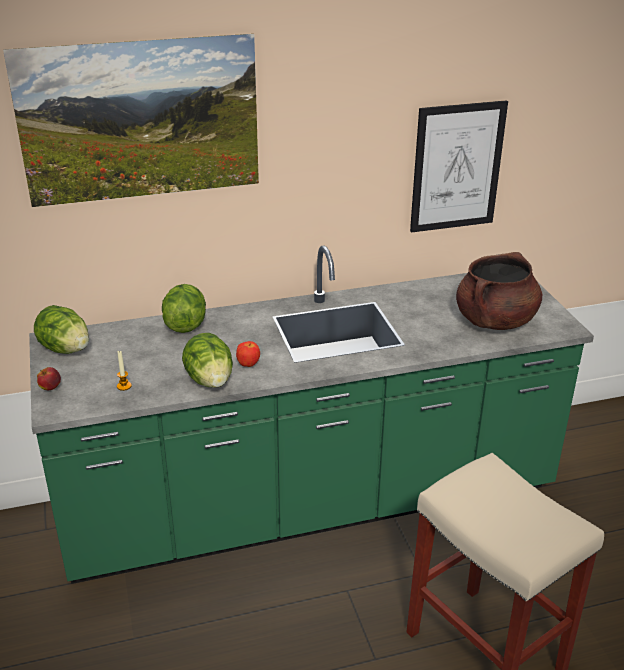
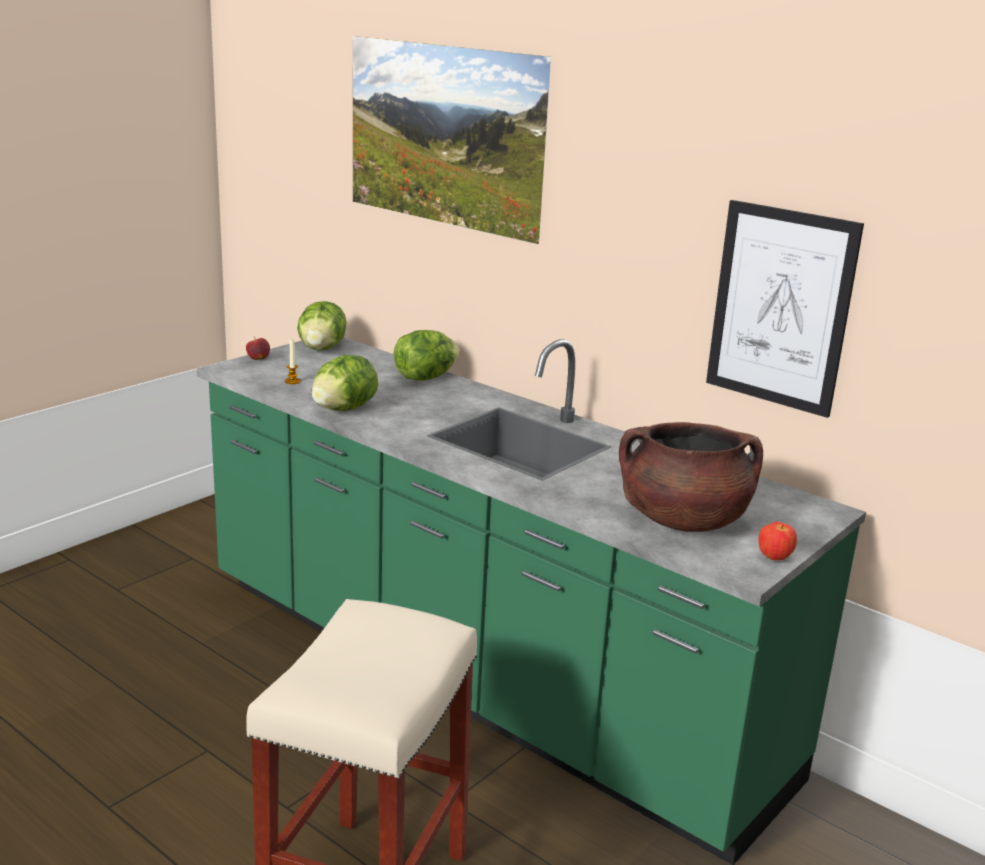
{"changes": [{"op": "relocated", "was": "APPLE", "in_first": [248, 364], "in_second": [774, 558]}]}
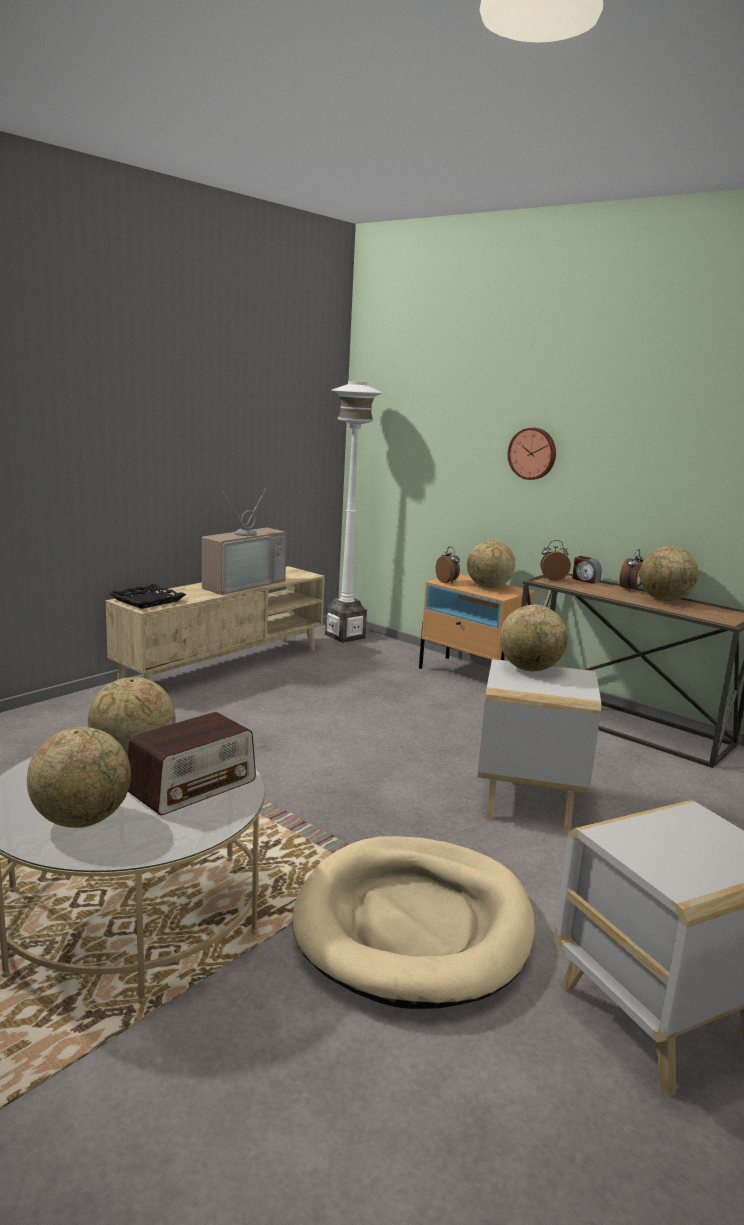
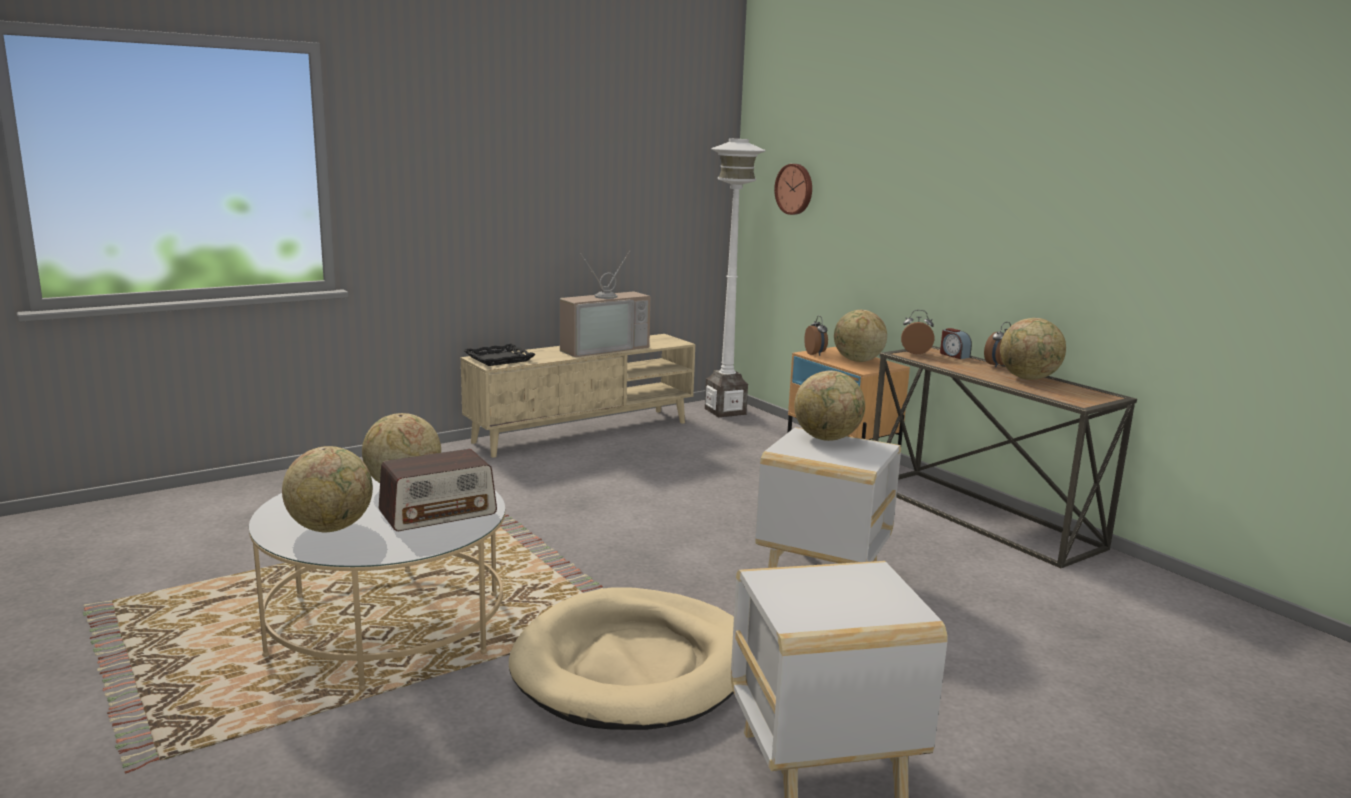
{"changes": [{"op": "relocated", "was": "WALL CLOCK", "in_first": [533, 453], "in_second": [795, 189]}]}
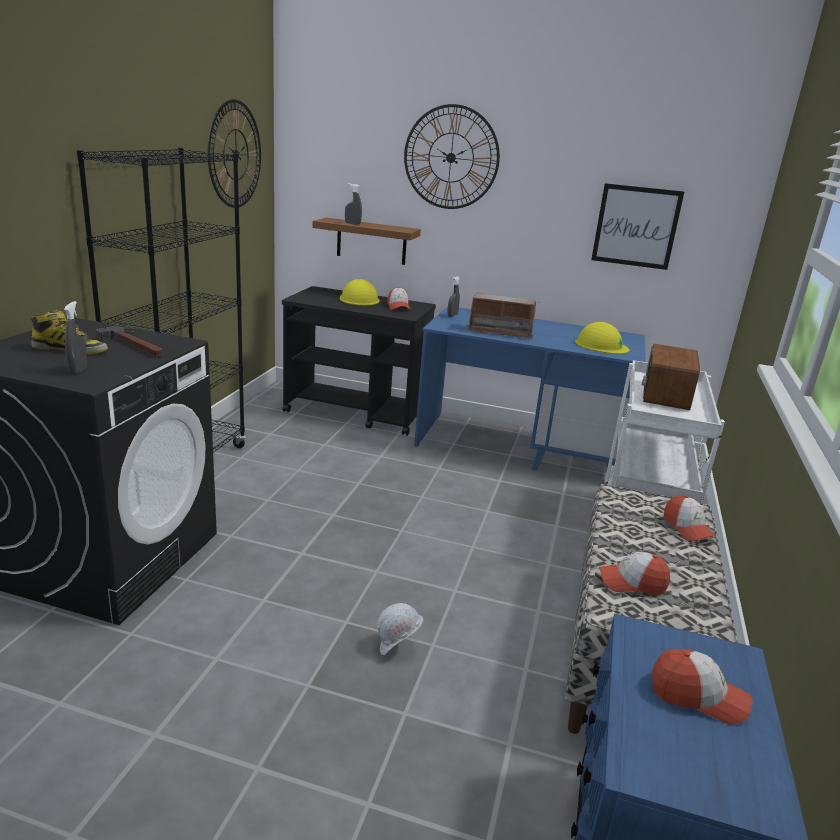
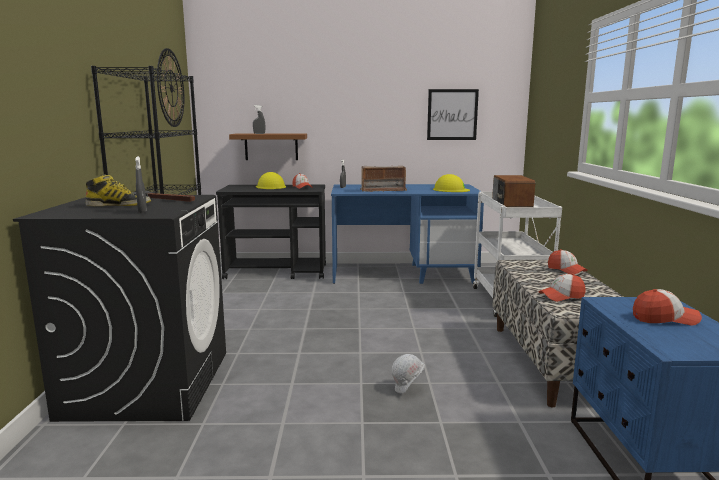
{"changes": [{"op": "missing", "was": "WALL CLOCK", "in_first": [451, 157]}]}
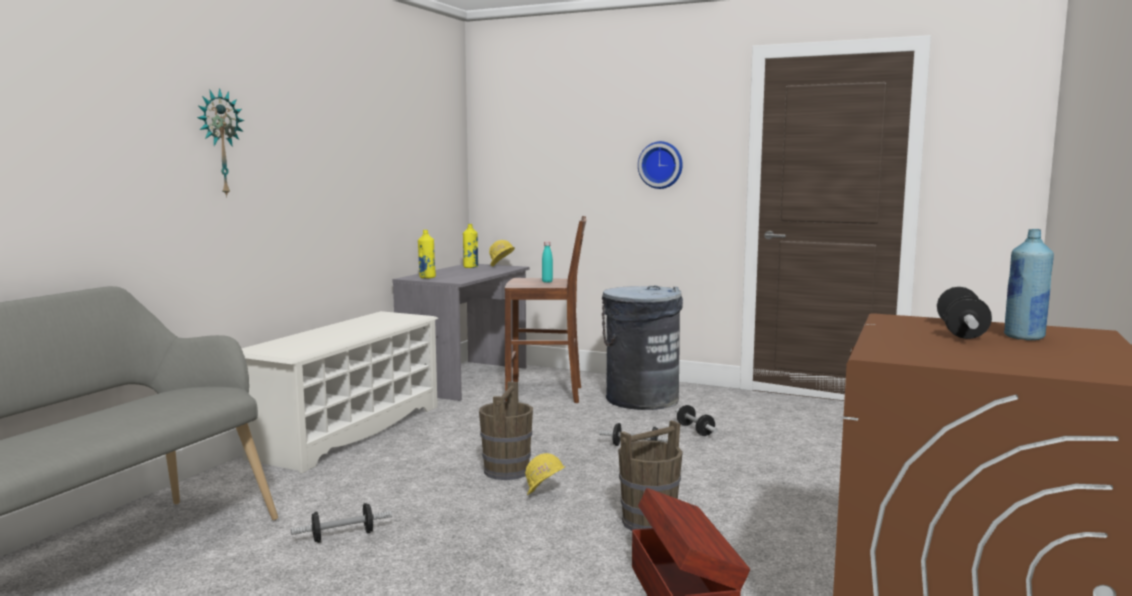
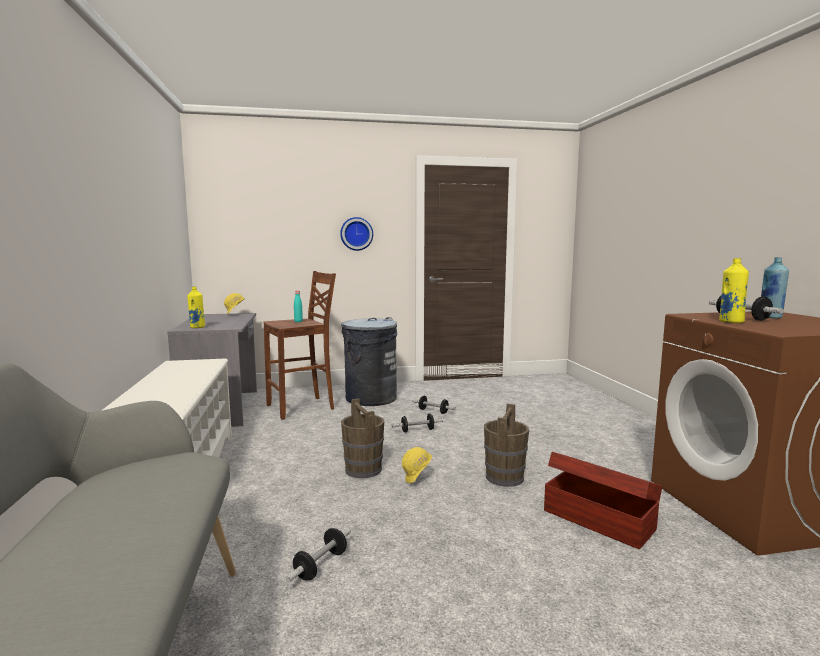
{"changes": [{"op": "missing", "was": "WALL CLOCK", "in_first": [219, 143]}, {"op": "relocated", "was": "YELLOW BOTTLE", "in_first": [470, 267], "in_second": [731, 322]}]}
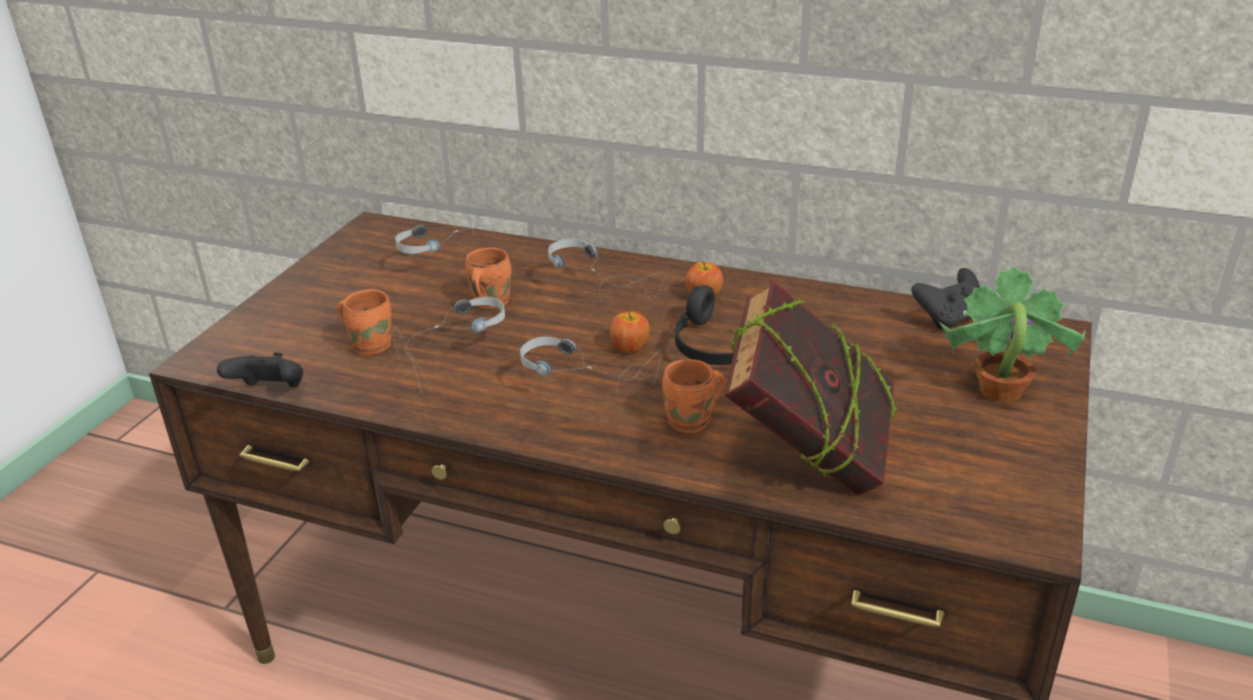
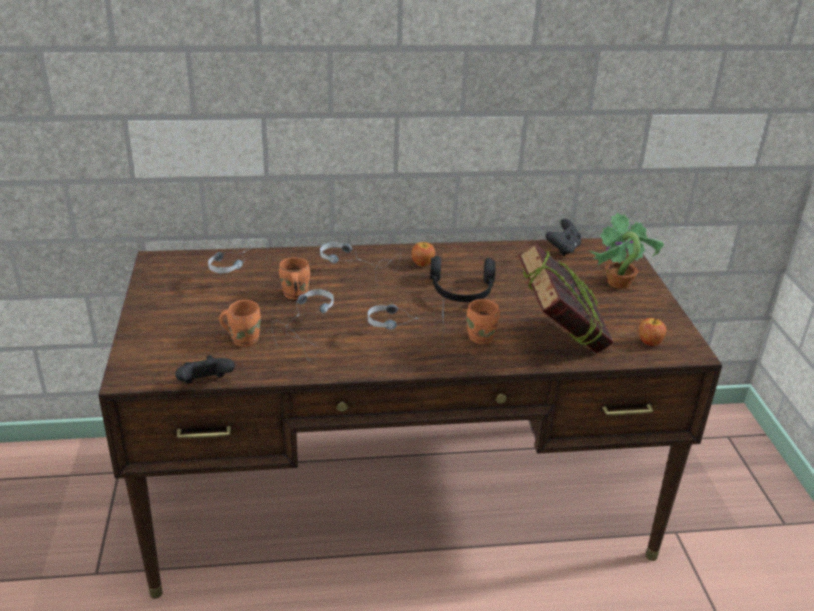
{"changes": [{"op": "relocated", "was": "APPLE", "in_first": [630, 347], "in_second": [649, 341]}]}
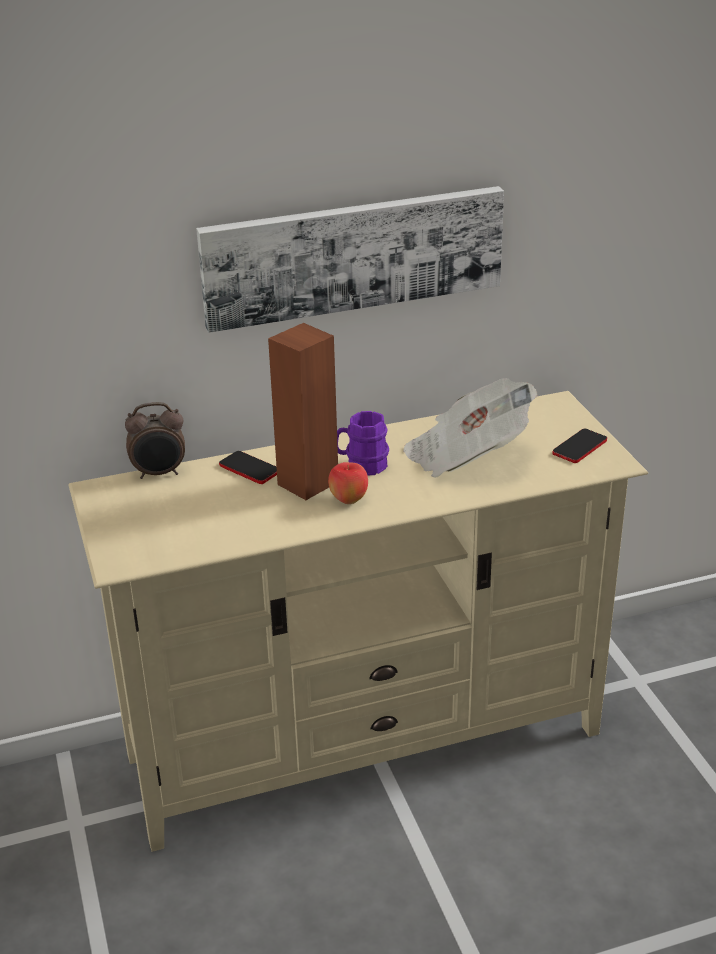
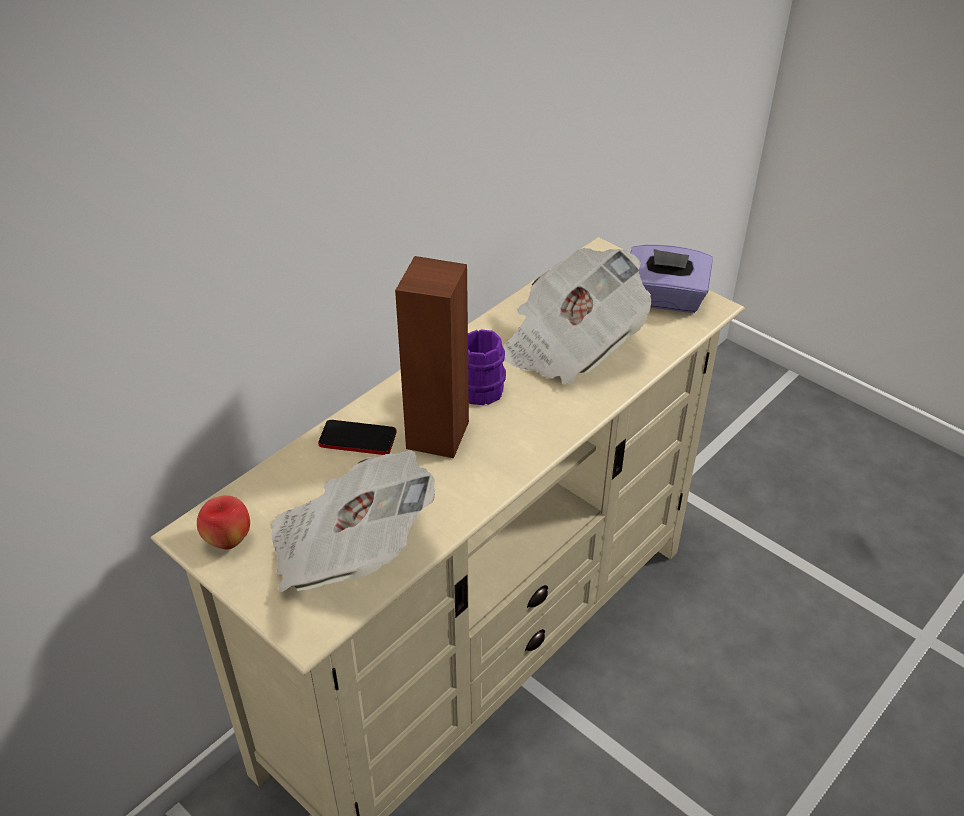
{"changes": [{"op": "missing", "was": "PICTURE", "in_first": [353, 255]}, {"op": "missing", "was": "ALARM CLOCK", "in_first": [159, 473]}, {"op": "exchanged", "was": "PHONE", "now": "PURPLE TISSUE BOX", "in_first": [579, 447], "in_second": [665, 299]}, {"op": "relocated", "was": "APPLE", "in_first": [349, 500], "in_second": [228, 540]}, {"op": "appeared", "now": "NEWSPAPER", "in_second": [349, 549]}]}
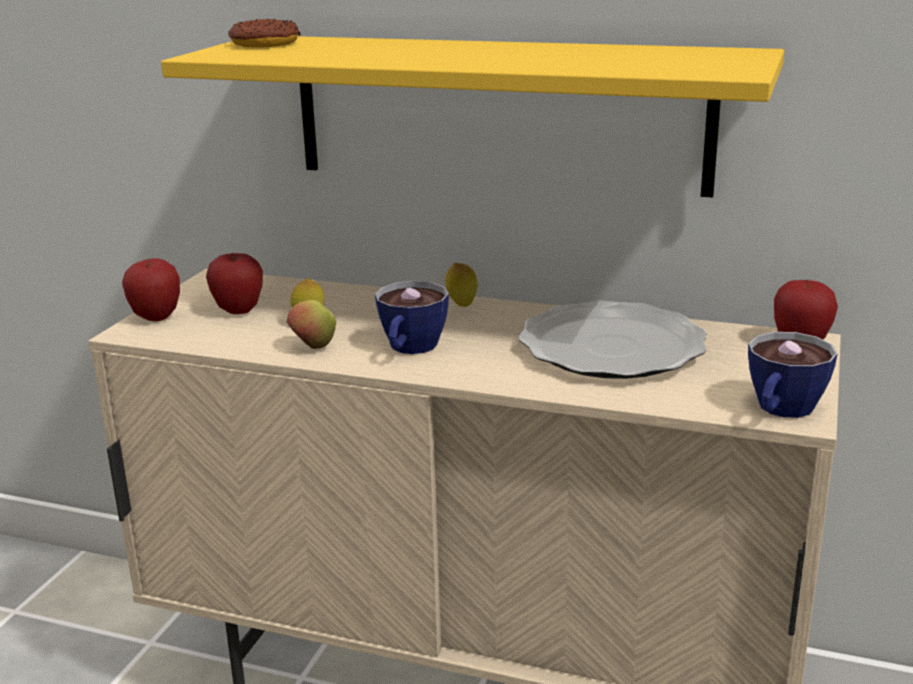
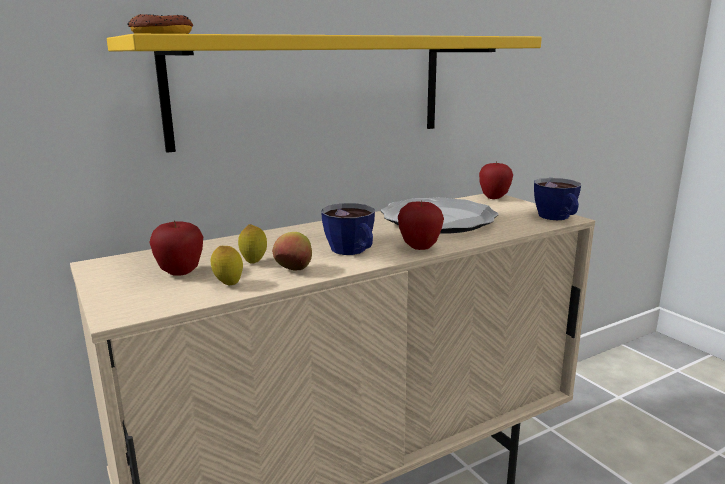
{"changes": [{"op": "relocated", "was": "APPLE", "in_first": [156, 317], "in_second": [419, 248]}, {"op": "relocated", "was": "LEMON", "in_first": [461, 305], "in_second": [228, 284]}]}
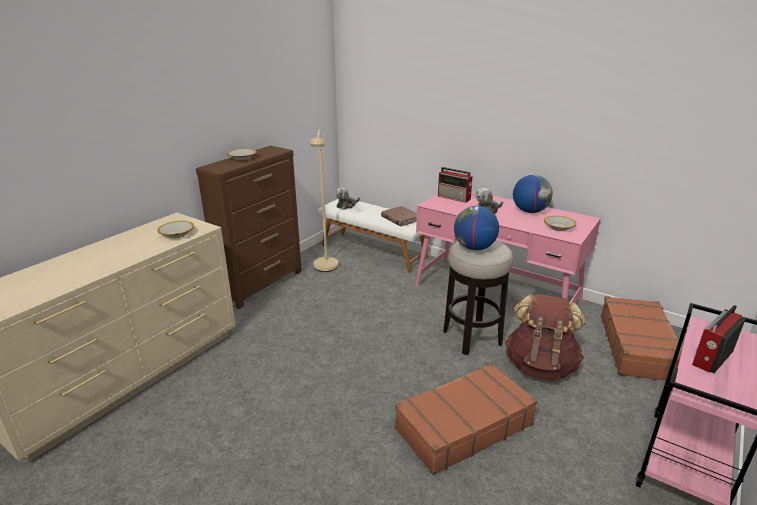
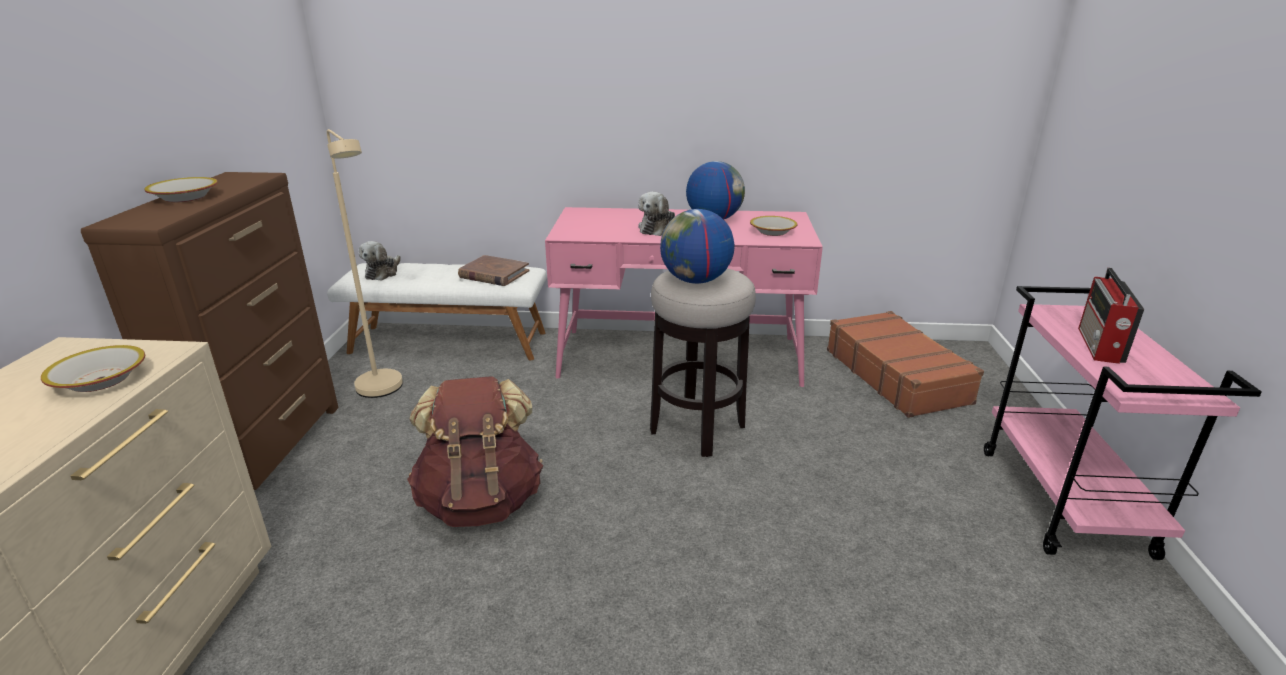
{"changes": [{"op": "missing", "was": "RADIO", "in_first": [454, 198]}, {"op": "relocated", "was": "BROWN BACKPACK", "in_first": [540, 366], "in_second": [481, 501]}, {"op": "missing", "was": "BROWN SUITCASE", "in_first": [463, 426]}]}
